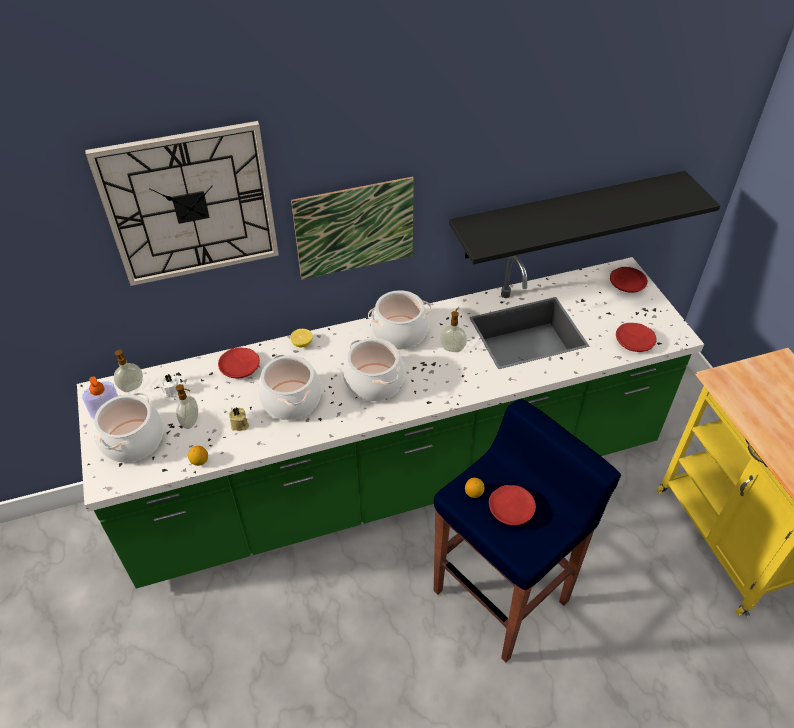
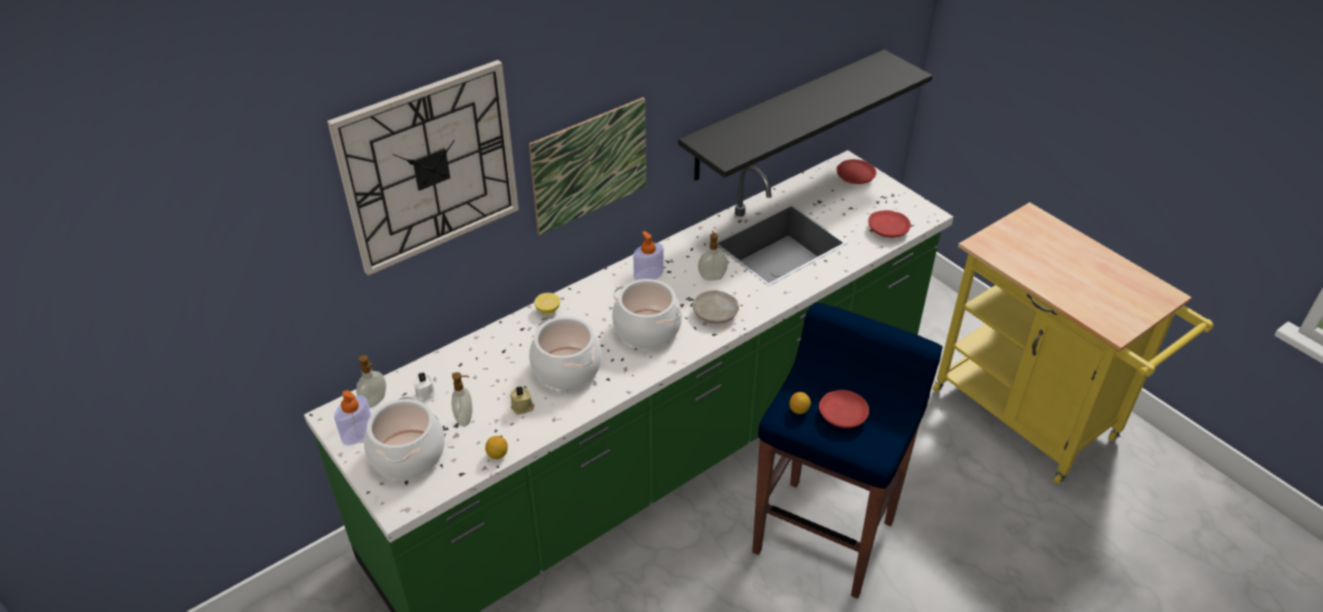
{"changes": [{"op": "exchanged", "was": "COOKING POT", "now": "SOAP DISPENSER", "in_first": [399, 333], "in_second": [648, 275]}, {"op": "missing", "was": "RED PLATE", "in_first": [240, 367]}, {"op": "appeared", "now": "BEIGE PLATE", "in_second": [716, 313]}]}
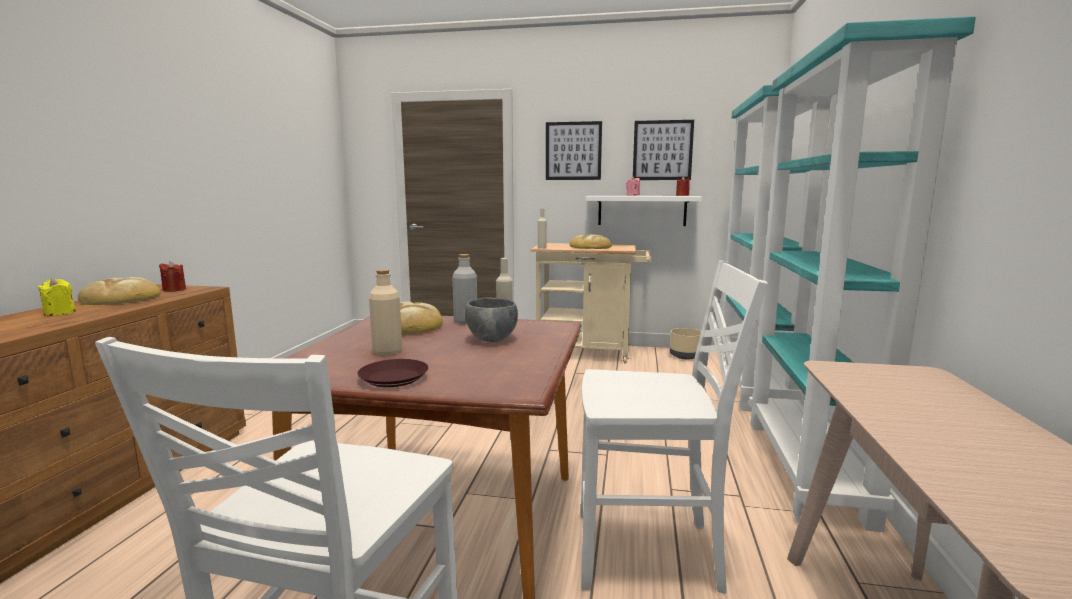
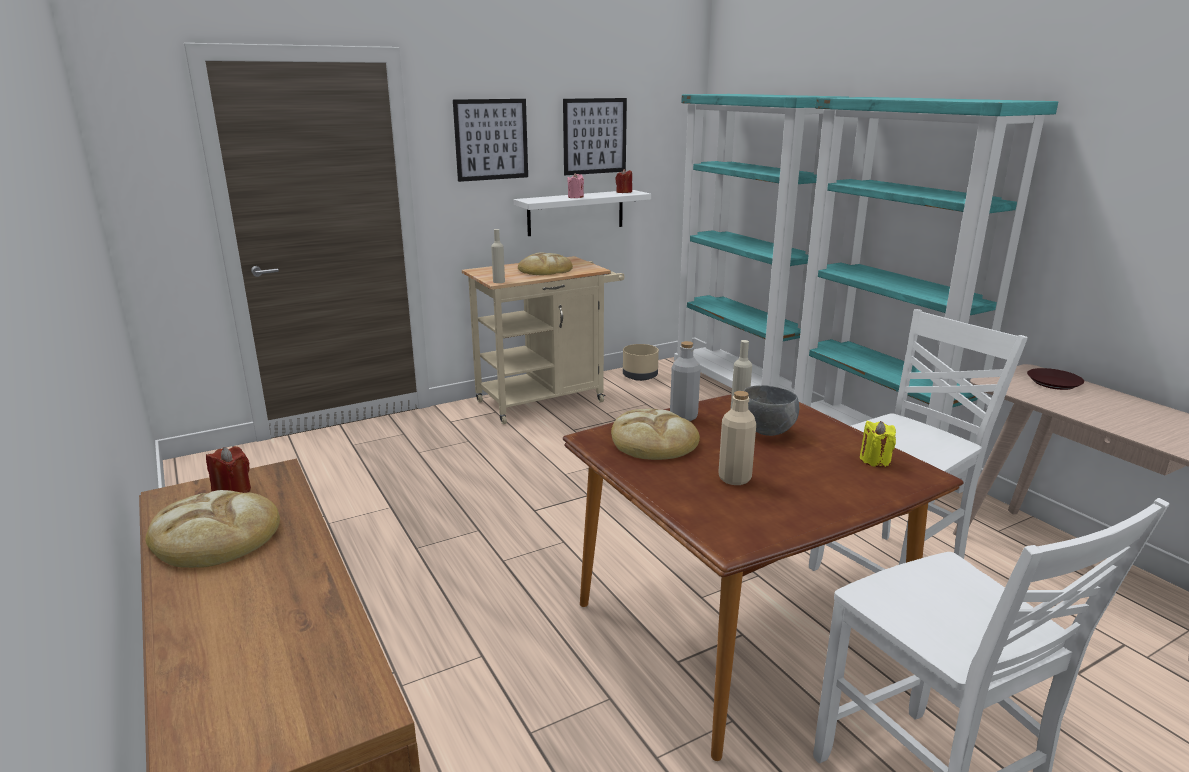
{"changes": [{"op": "relocated", "was": "YELLOW CANDLE", "in_first": [60, 313], "in_second": [875, 460]}, {"op": "relocated", "was": "BROWN PLATE", "in_first": [393, 378], "in_second": [1053, 383]}]}
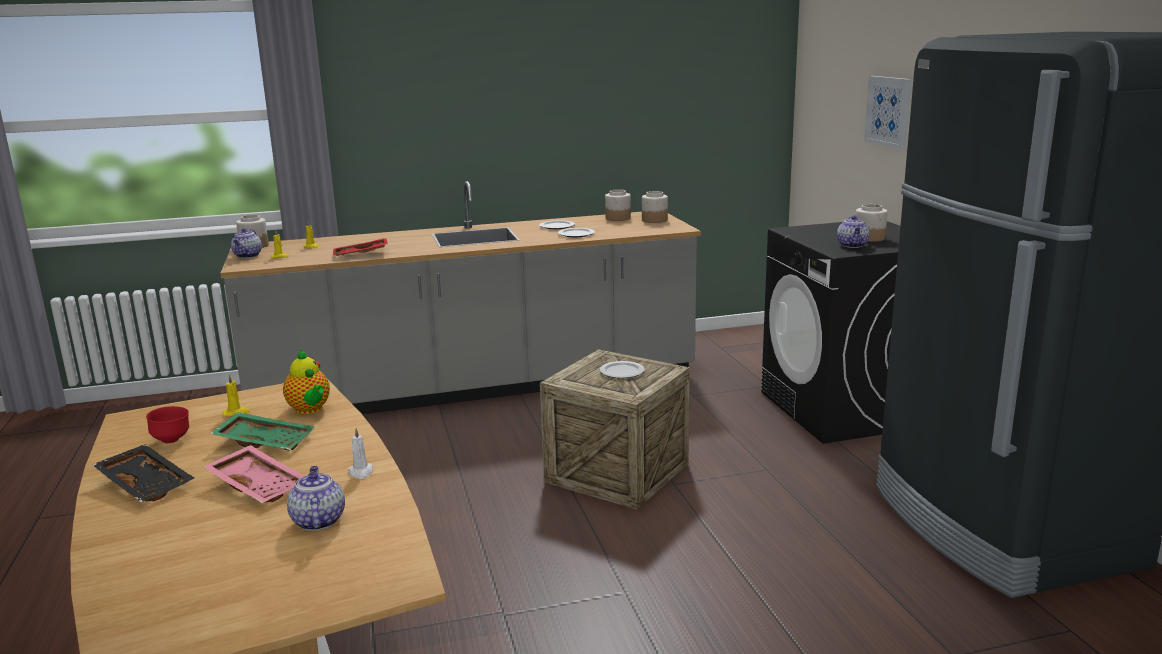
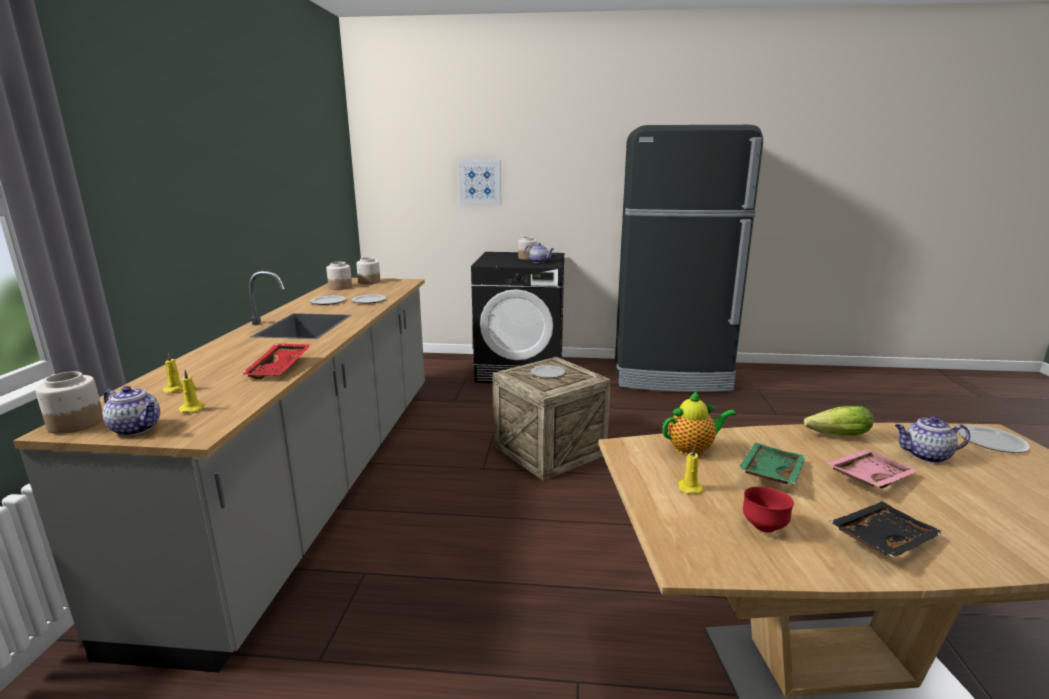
{"changes": [{"op": "exchanged", "was": "WHITE CANDLE", "now": "LETTUCE", "in_first": [361, 472], "in_second": [834, 436]}, {"op": "appeared", "now": "PLATE", "in_second": [992, 441]}]}
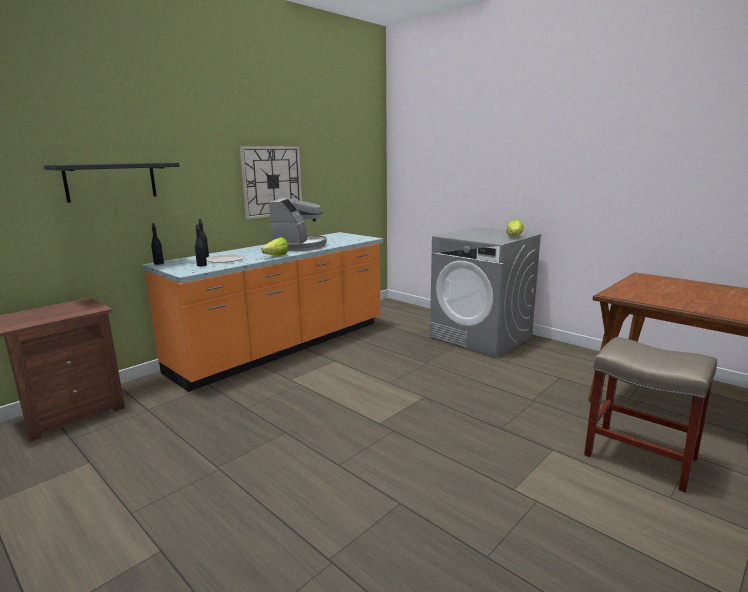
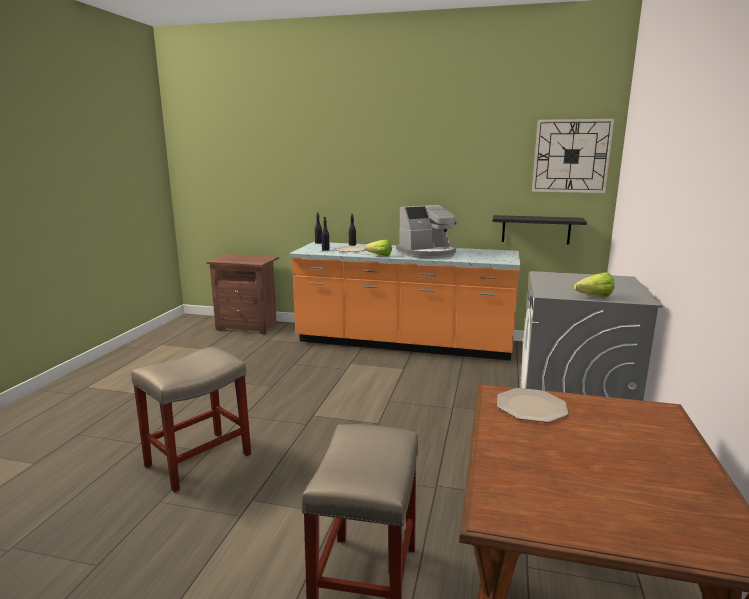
{"changes": [{"op": "relocated", "was": "WALL CLOCK", "in_first": [272, 181], "in_second": [571, 156]}, {"op": "relocated", "was": "BLACK SHELF", "in_first": [111, 181], "in_second": [536, 229]}, {"op": "appeared", "now": "BEIGE STOOL", "in_second": [199, 459]}, {"op": "appeared", "now": "PLATE", "in_second": [530, 406]}]}
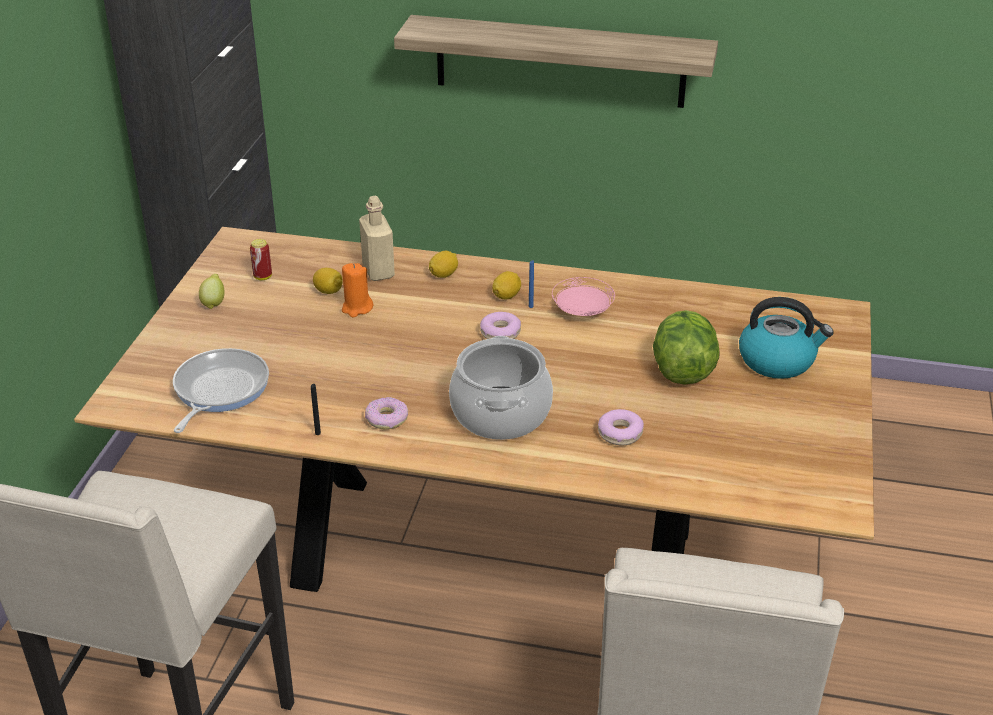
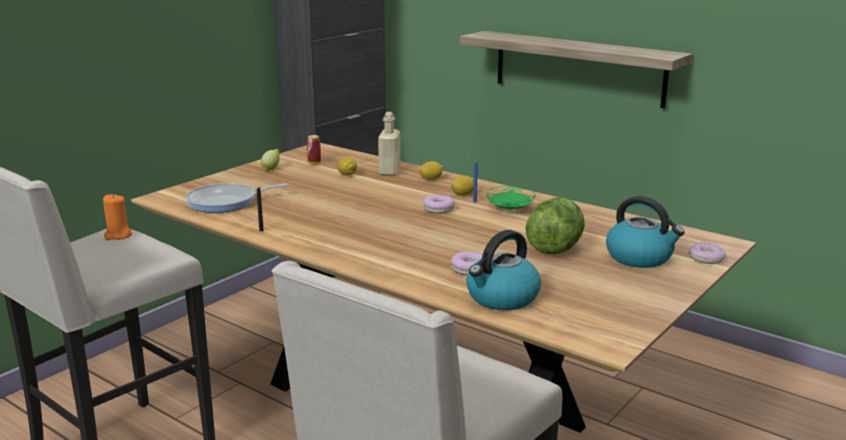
{"changes": [{"op": "relocated", "was": "ORANGE CANDLE", "in_first": [357, 308], "in_second": [118, 235]}, {"op": "colour", "was": "PINK PLATE", "now": "GREEN PLATE", "in_first": [582, 311], "in_second": [510, 209]}, {"op": "missing", "was": "COOKING POT", "in_first": [500, 413]}, {"op": "spun", "was": "FRYING PAN", "in_first": [218, 390], "in_second": [226, 202], "clockwise": -150}, {"op": "relocated", "was": "DONUT", "in_first": [387, 419], "in_second": [706, 259]}, {"op": "appeared", "now": "KETTLE", "in_second": [502, 298]}]}
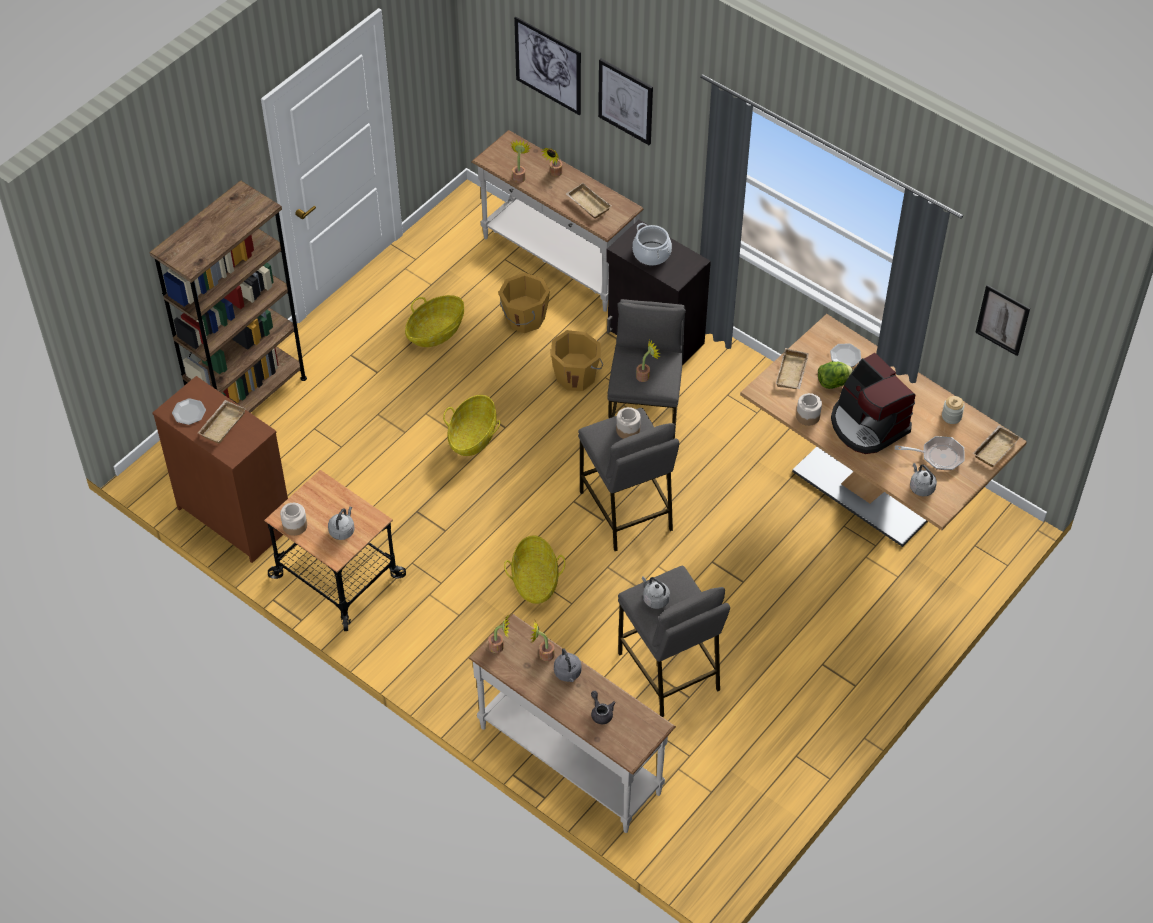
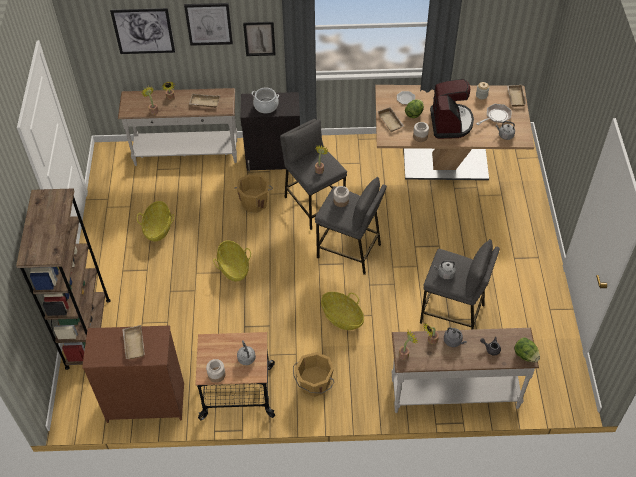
{"changes": [{"op": "relocated", "was": "ORANGE BUCKET", "in_first": [524, 318], "in_second": [314, 384]}, {"op": "relocated", "was": "PICTURE", "in_first": [1002, 320], "in_second": [259, 38]}, {"op": "spun", "was": "COFFEE MACHINE", "in_first": [867, 425], "in_second": [450, 123], "clockwise": -105}, {"op": "missing", "was": "PLATE", "in_first": [189, 413]}, {"op": "appeared", "now": "LETTUCE", "in_second": [525, 355]}]}
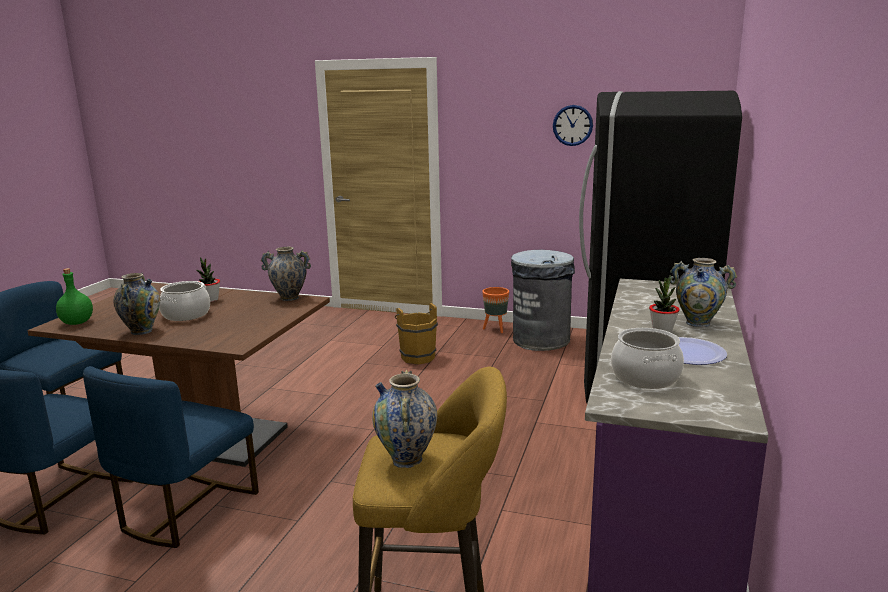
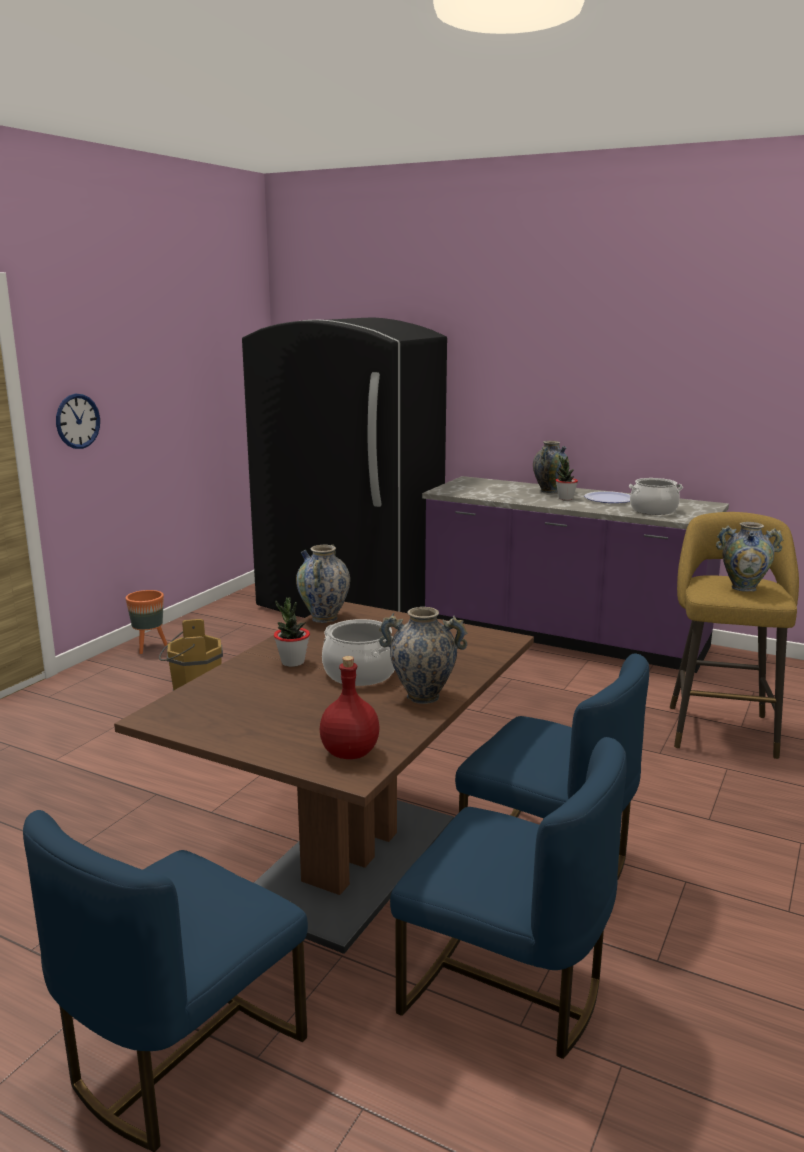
{"changes": [{"op": "relocated", "was": "WALL CLOCK", "in_first": [572, 125], "in_second": [77, 421]}, {"op": "missing", "was": "GREY TRASH CAN", "in_first": [541, 340]}, {"op": "colour", "was": "GREEN BOTTLE", "now": "RED BOTTLE", "in_first": [76, 322], "in_second": [349, 753]}]}
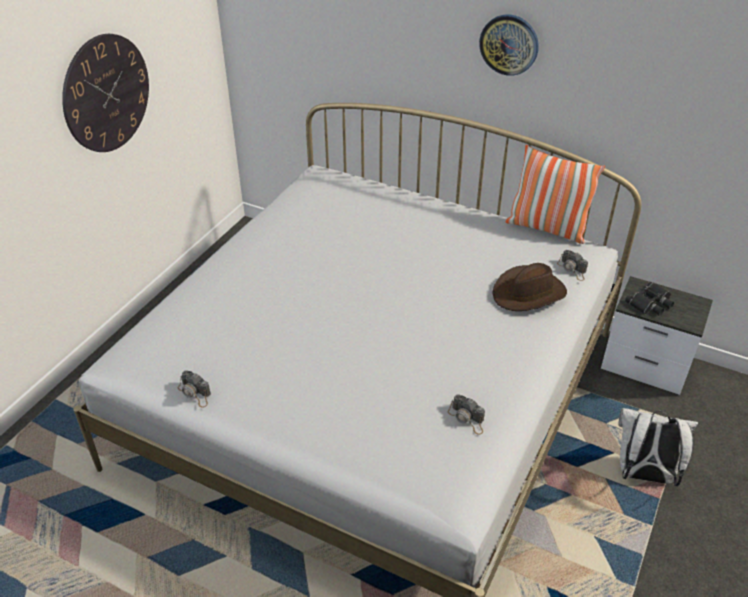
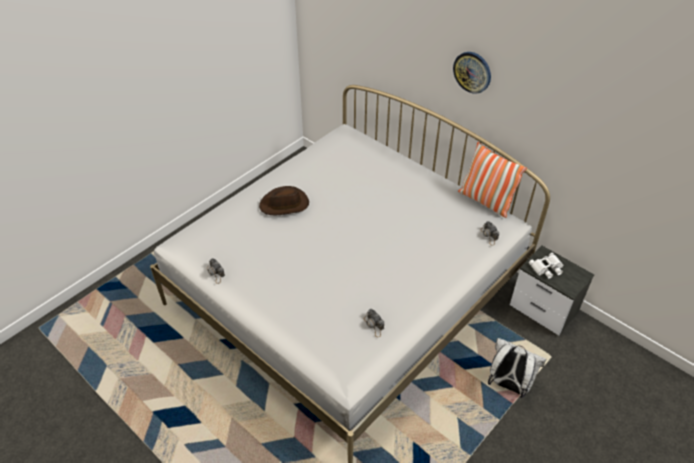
{"changes": [{"op": "missing", "was": "WALL CLOCK", "in_first": [106, 93]}, {"op": "relocated", "was": "BROWN HAT", "in_first": [529, 293], "in_second": [284, 204]}, {"op": "colour", "was": "BLACK BINOCULARS", "now": "WHITE BINOCULARS", "in_first": [651, 303], "in_second": [547, 268]}]}
